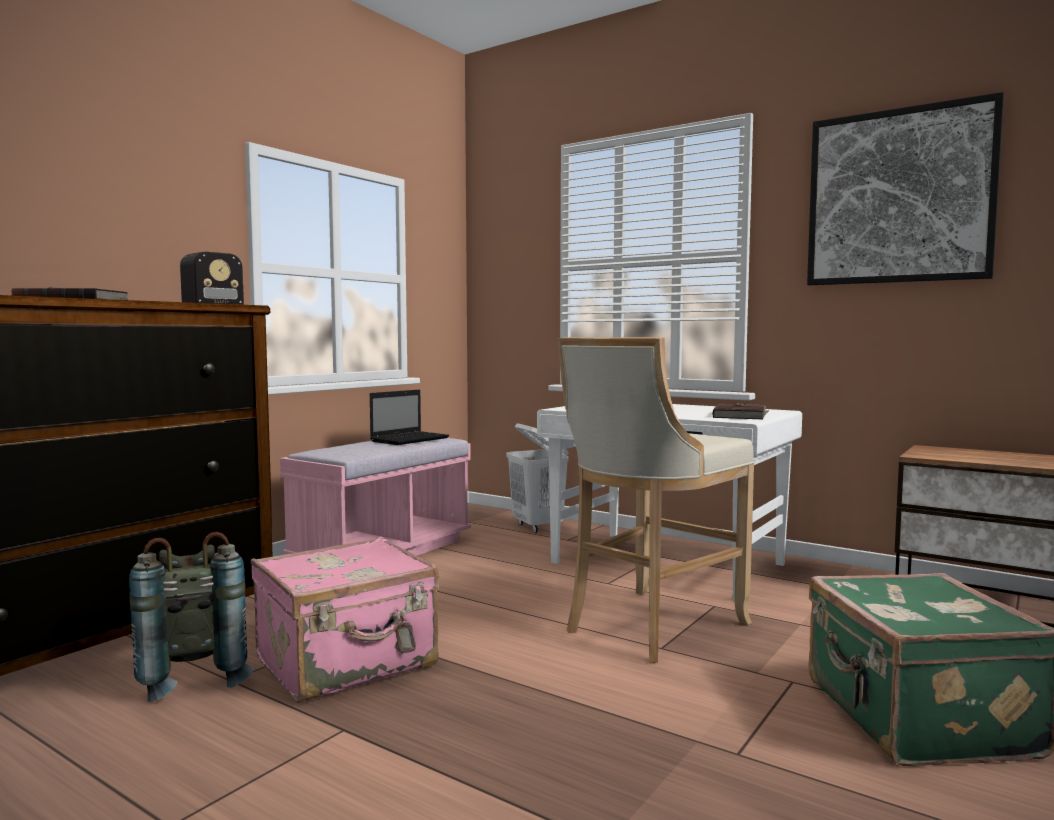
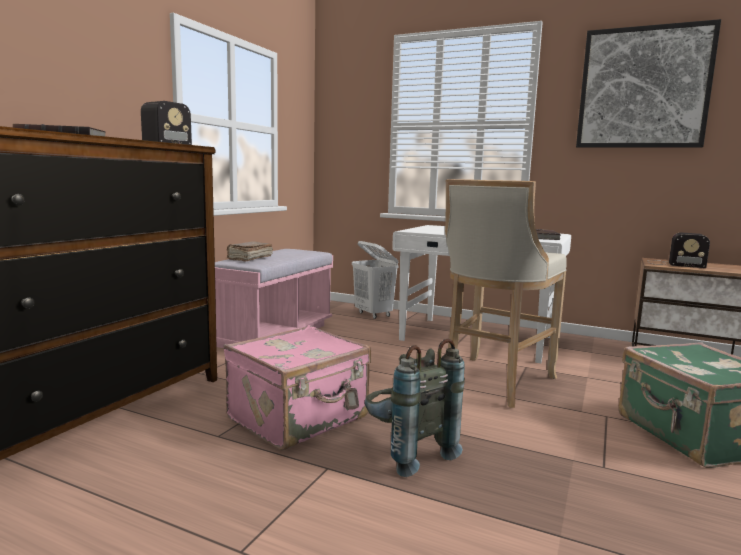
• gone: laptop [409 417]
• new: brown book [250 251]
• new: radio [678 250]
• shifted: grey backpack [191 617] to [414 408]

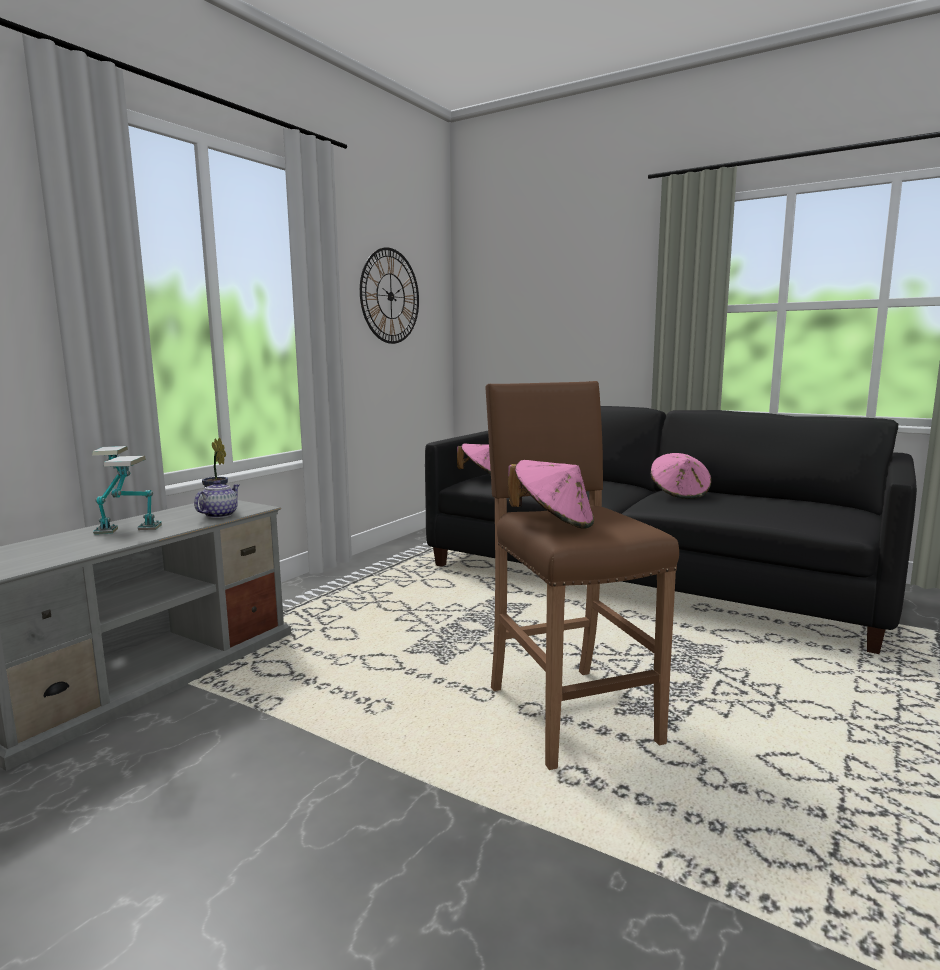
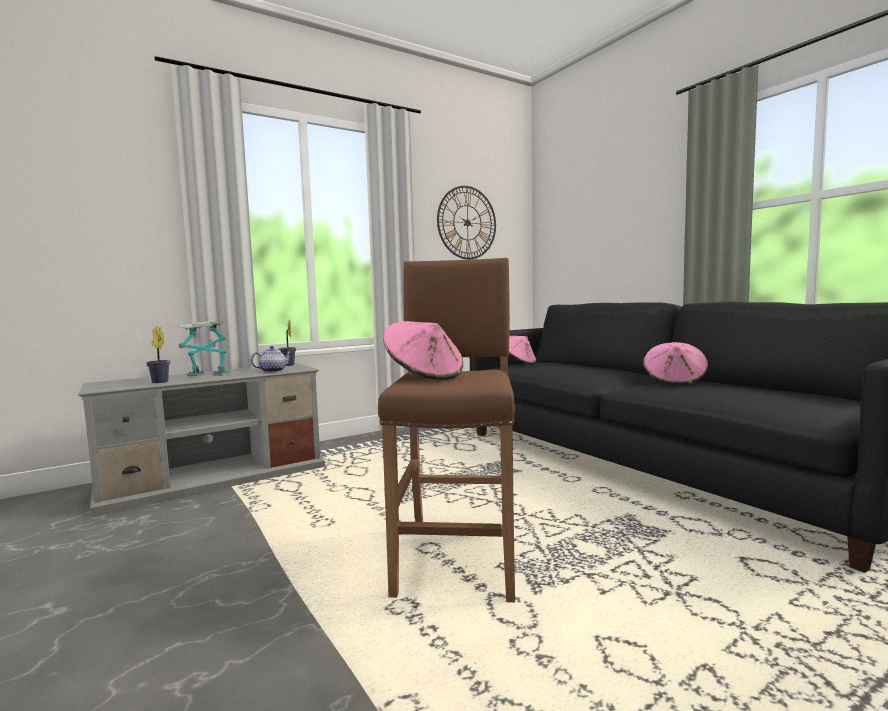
• new: potted plant [158 354]

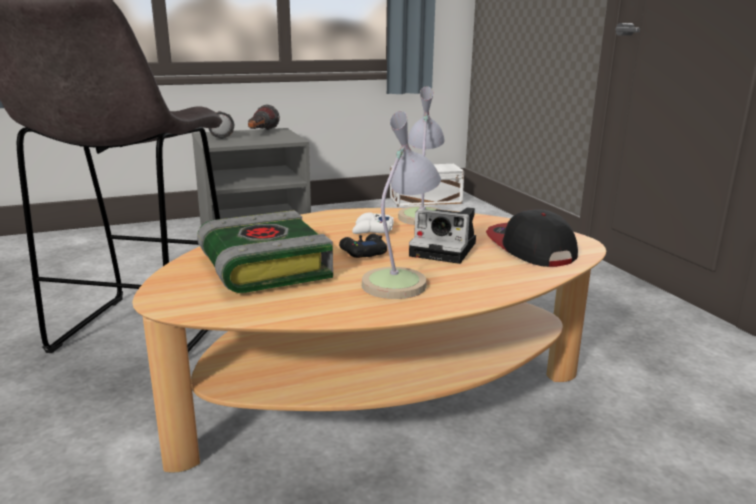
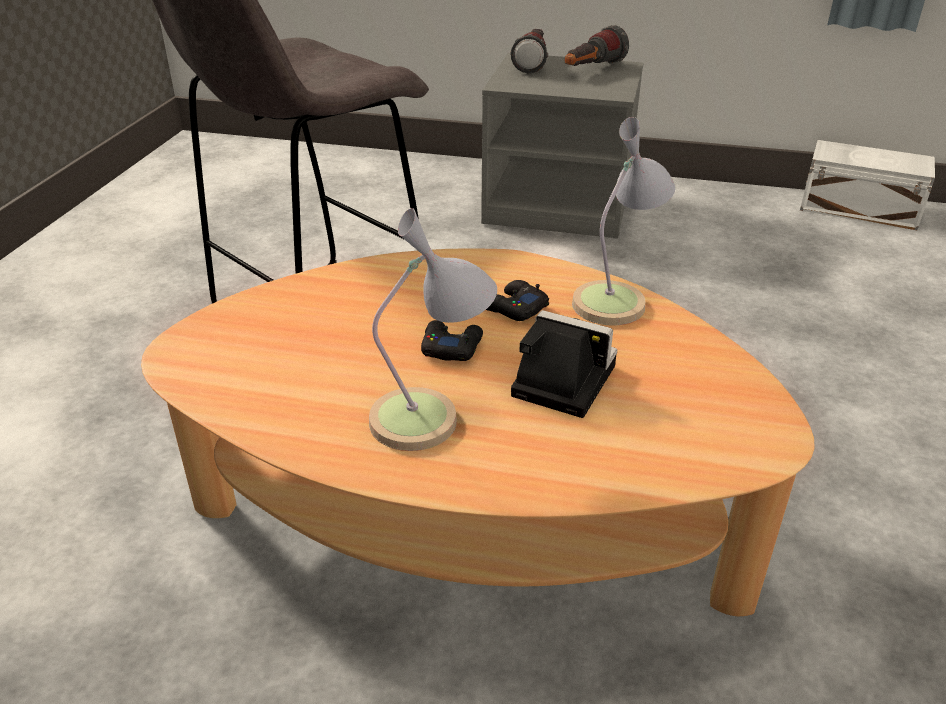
• gone: book [265 251]
• gone: cap [532 238]
• repainted: white game controller [373 223] to black game controller [517 300]
• rotated: photo camera [442 235] = [564 364] 150 degrees clockwise

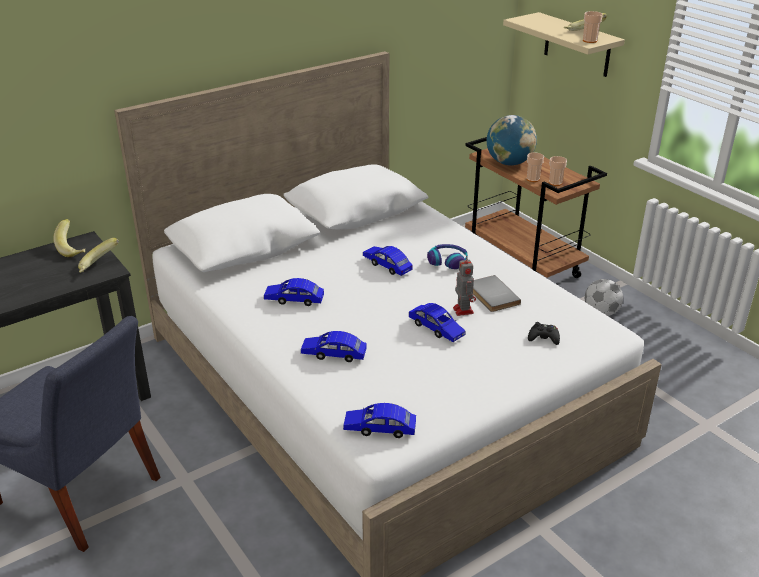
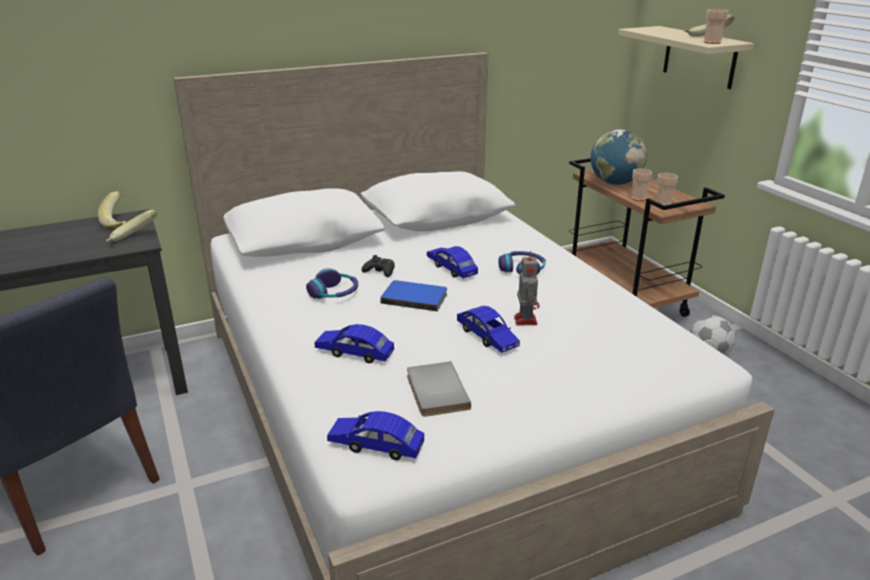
• new: blue book [413 295]
• shifted: grey book [497 293] to [439 389]
• shifted: black game controller [544 333] to [378 266]
• swapped: blue toy car [294 292] to headphones [332 283]

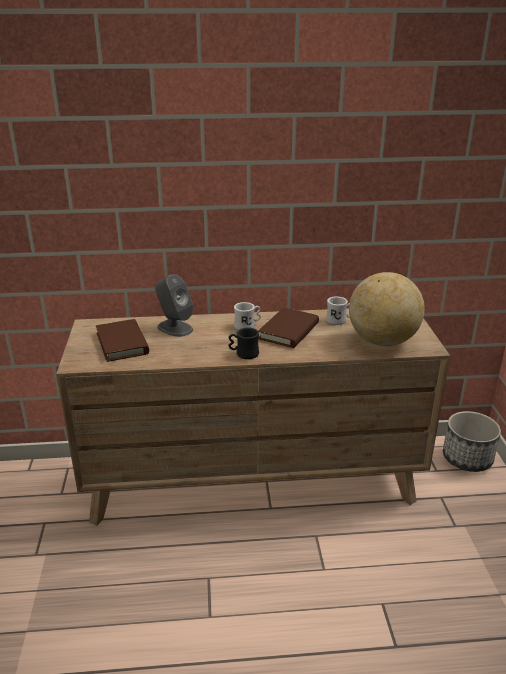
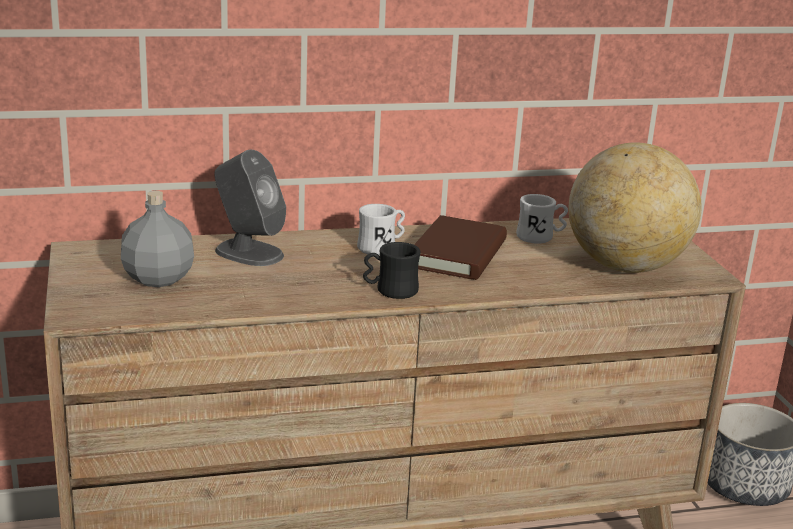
• swapped: brown book [122 340] to grey bottle [157 239]

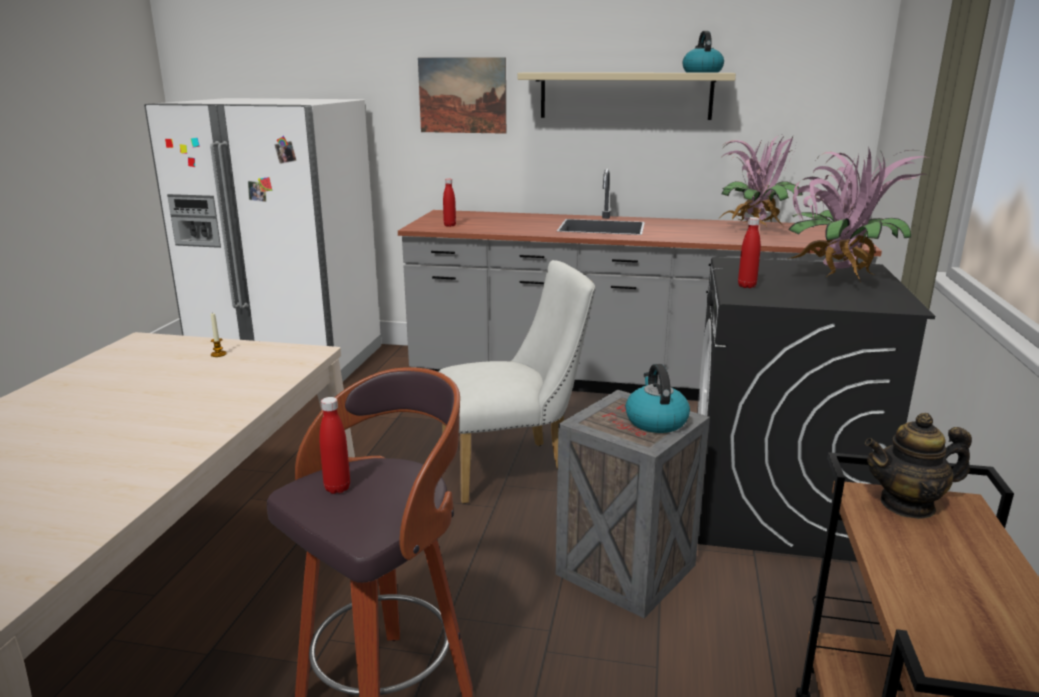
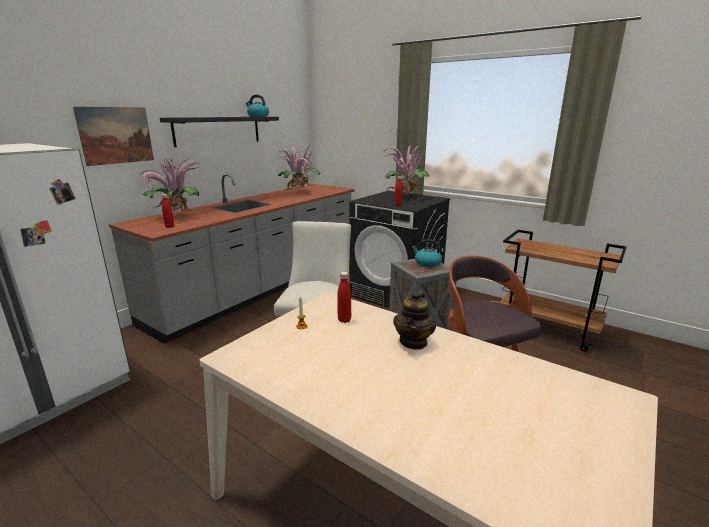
• new: potted plant [169 186]
• shifted: red bottle [334 445] to [344 297]
• shifted: teapot [918 466] to [414 320]
• repainted: beige shelf [626 96] to black shelf [219 132]

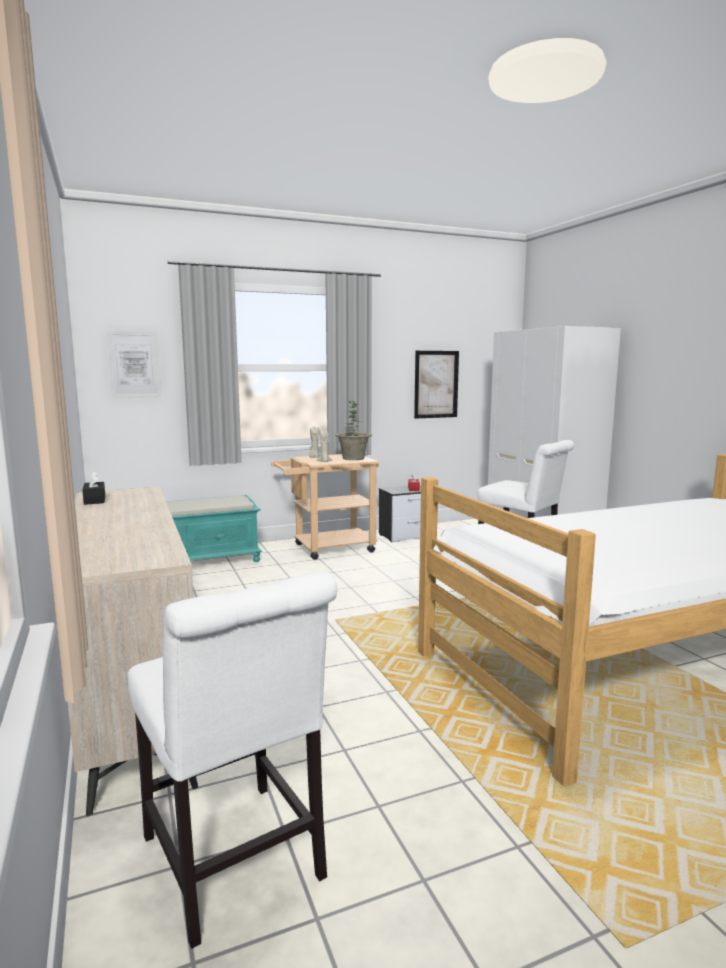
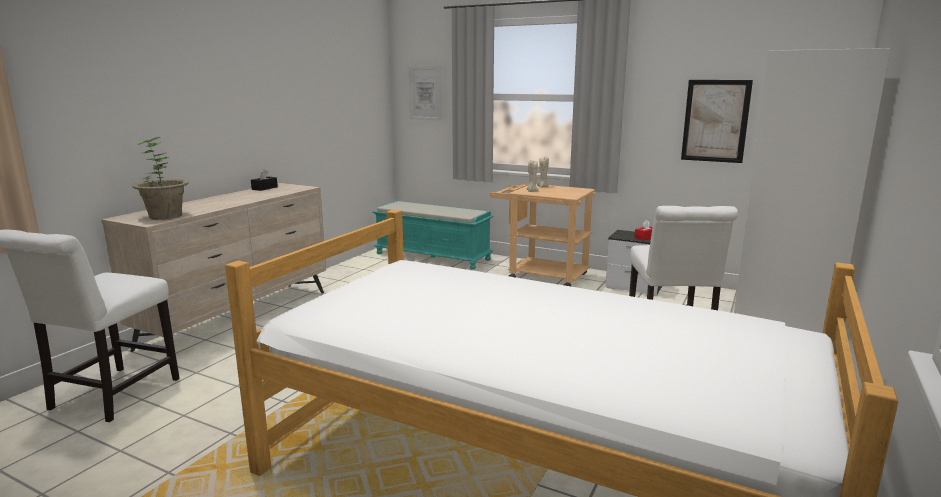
• shifted: potted plant [353 430] to [160 178]

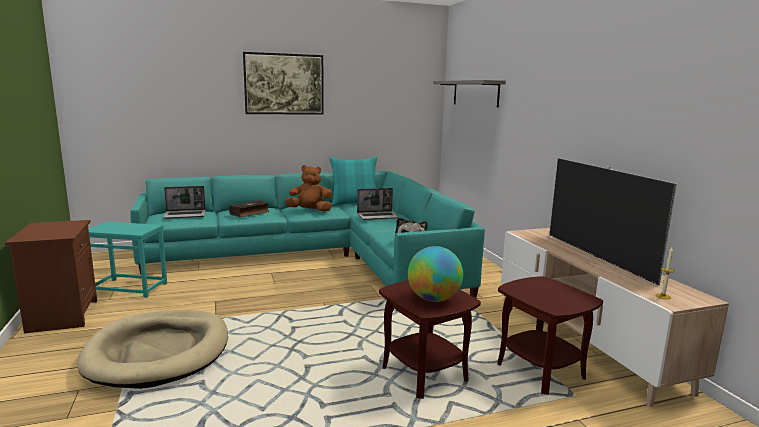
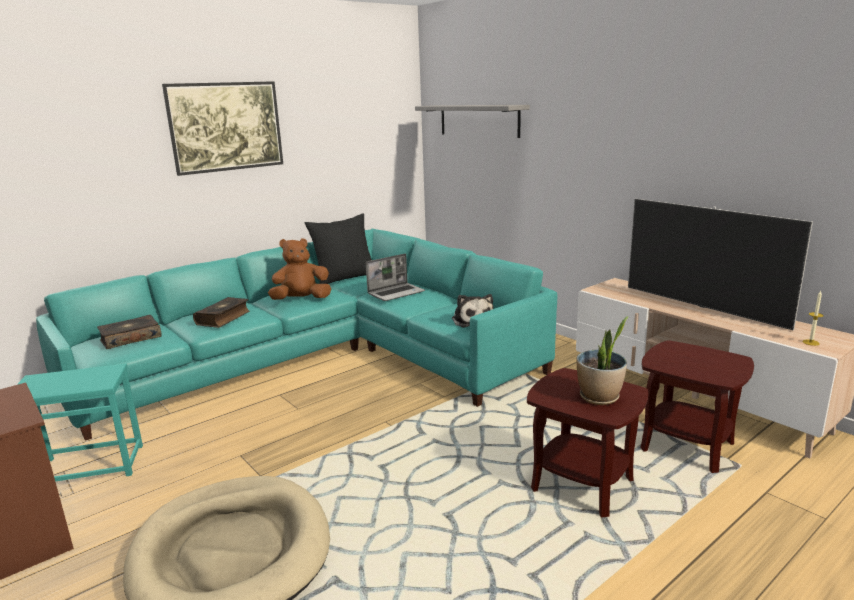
• swapped: laptop [184 202] to book [129 332]
• swapped: globe [435 274] to potted plant [602 360]
• repainted: turquoise pillow [353 181] to black pillow [338 248]

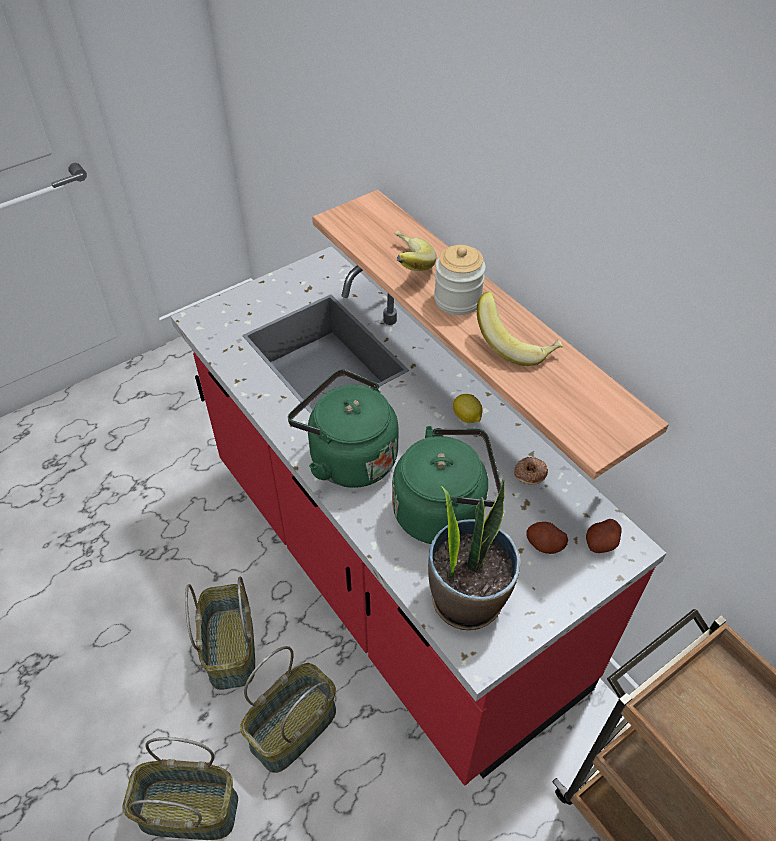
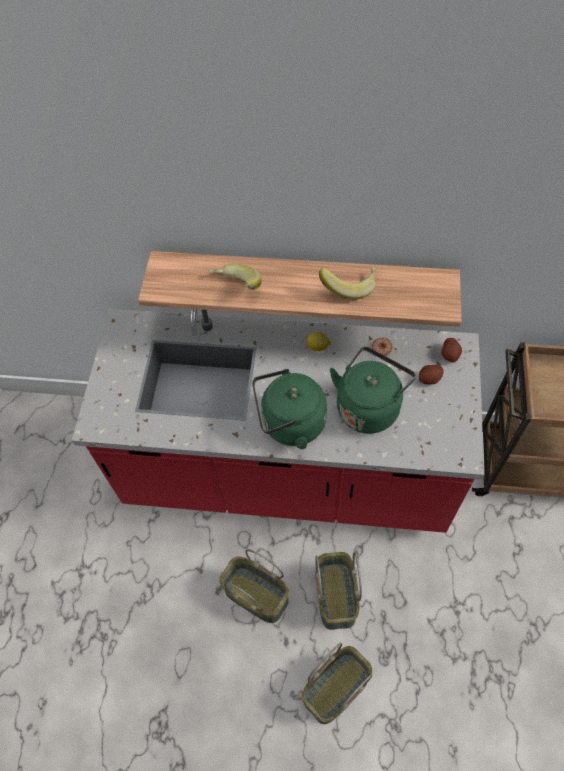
• gone: potted plant [474 554]
• gone: jar [460 280]

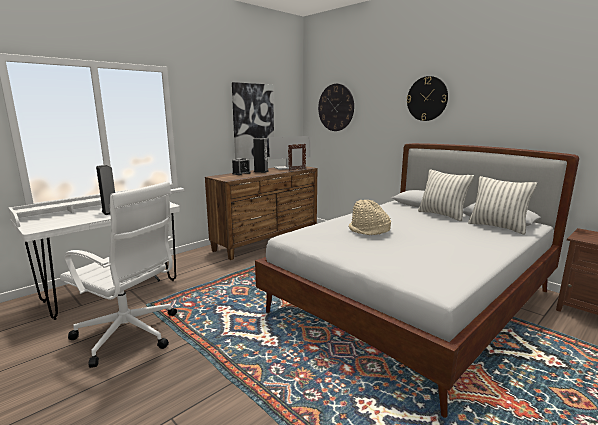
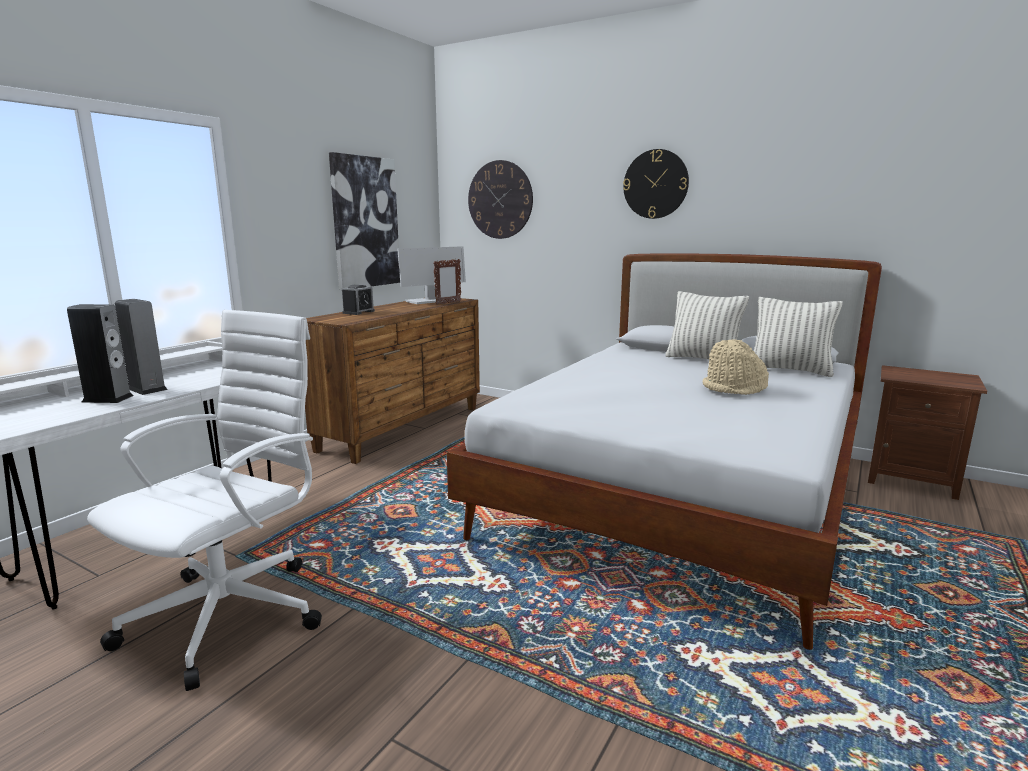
• shifted: speaker [261 155] to [100 353]
• shifted: beige hat [370 217] to [736 367]
• rotated: white office chair [118 274] = [204 500] 75 degrees counterclockwise

